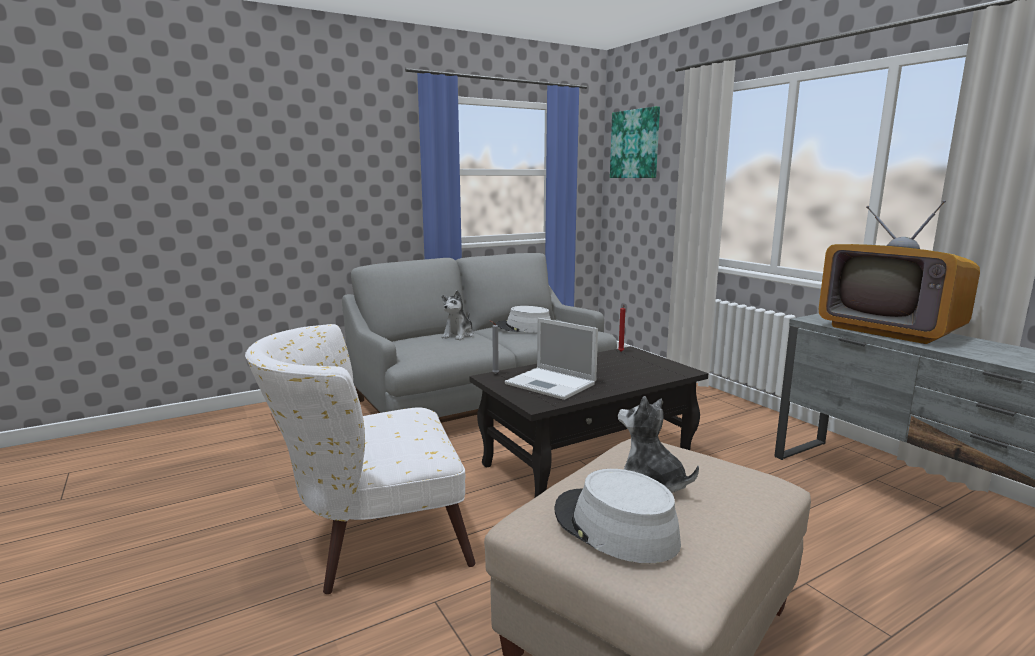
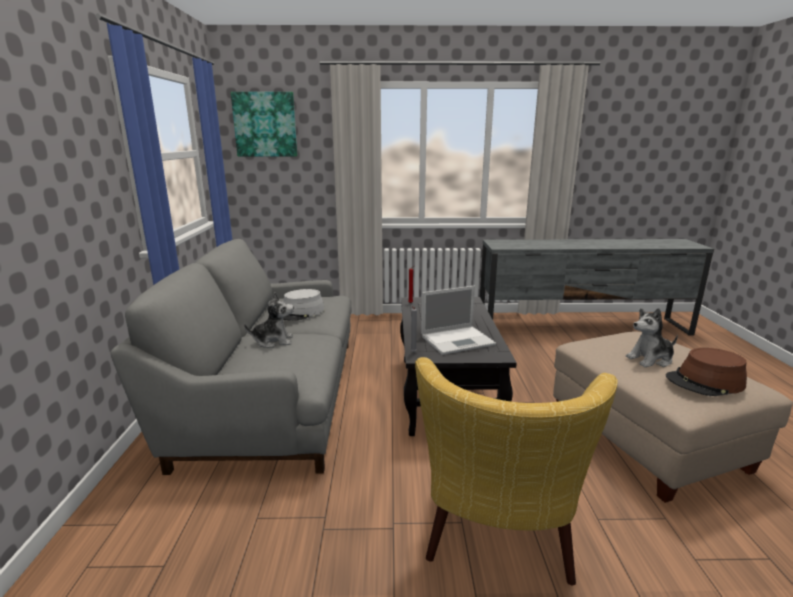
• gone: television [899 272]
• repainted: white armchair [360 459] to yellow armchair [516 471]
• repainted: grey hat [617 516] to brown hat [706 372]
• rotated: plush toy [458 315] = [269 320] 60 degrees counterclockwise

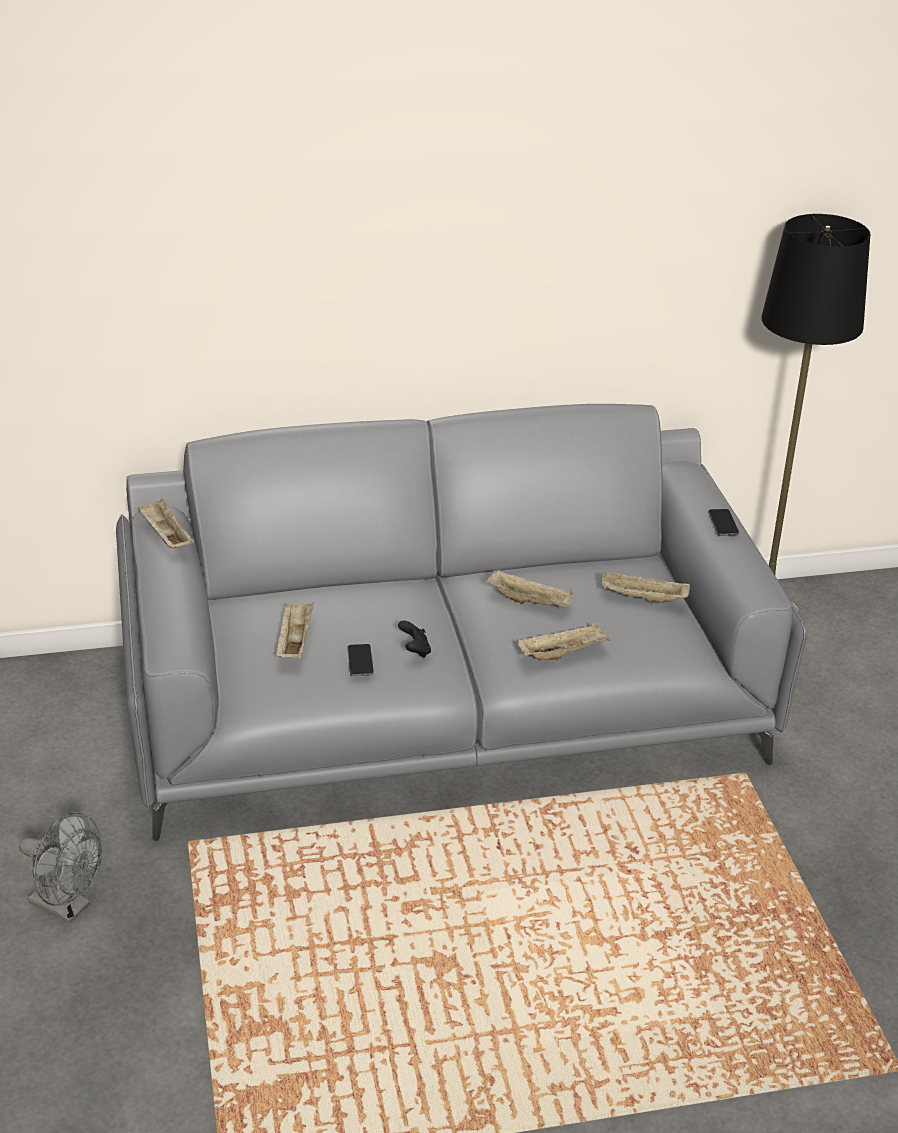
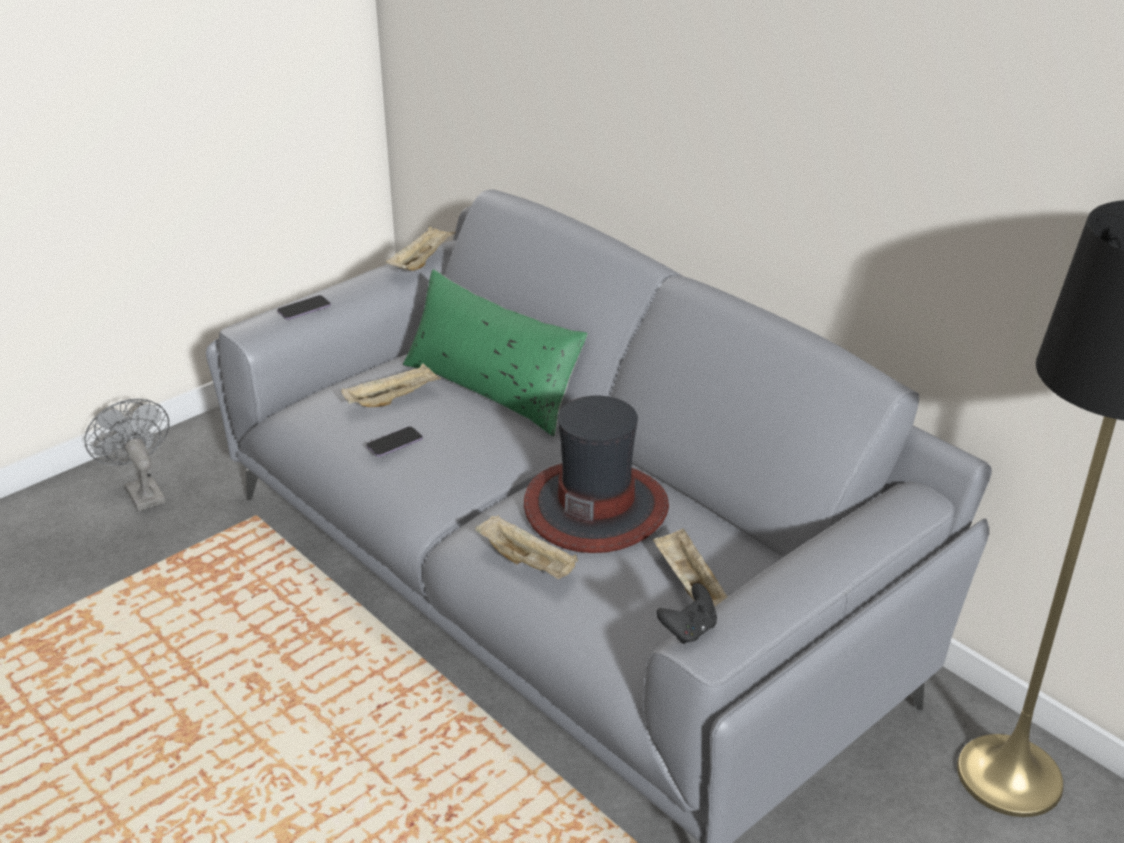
• new: green pillow [495 352]
• shifted: black game controller [414 639] to [686 613]
• shifted: phone [723 522] to [304 307]
• swapped: beige tray [529 589] to hat [596 474]
• rotated: grey fan [60 867] = [126 455] 150 degrees clockwise

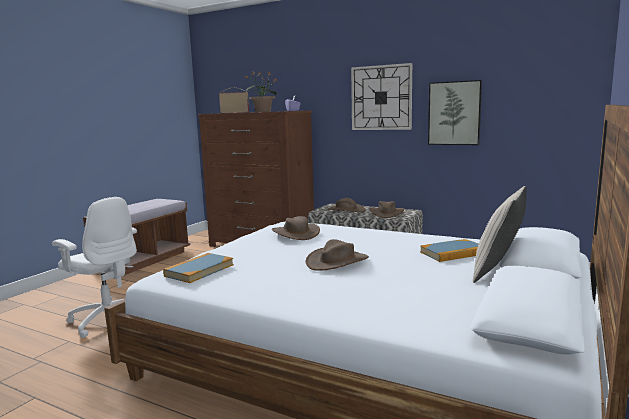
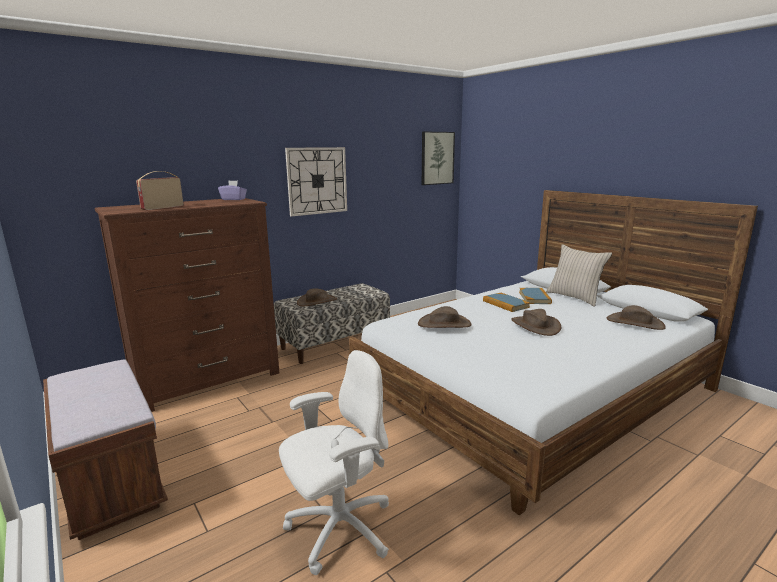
• gone: potted plant [261 91]
• shifted: book [198 268] to [506 302]
• shifted: brown hat [387 209] to [636 317]
• shifted: picture [455 112] to [438 158]

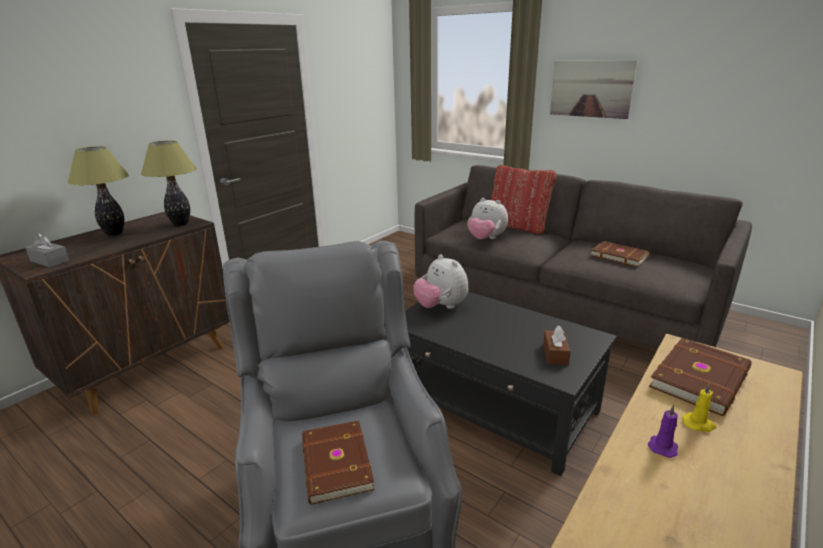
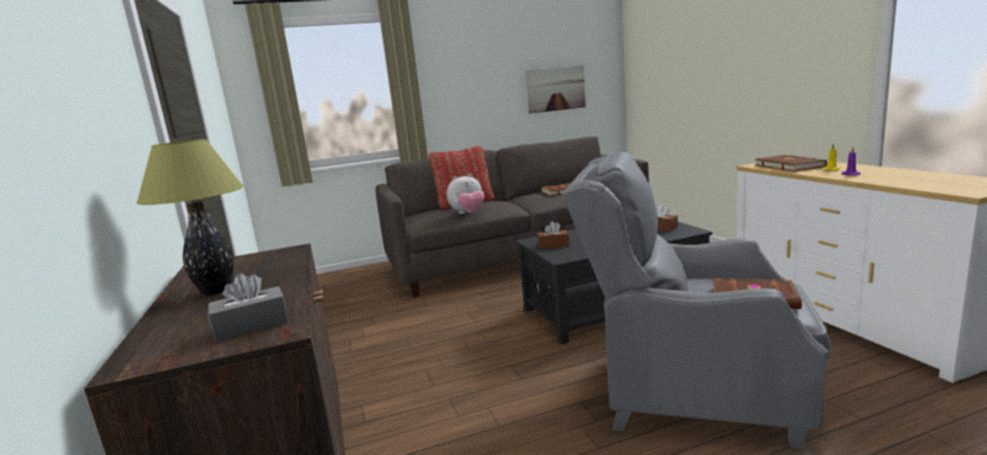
• gone: table lamp [168 183]
• shifted: picture [593 89] to [555 89]
• swapped: plush toy [440 281] to brown tissue box [553 235]

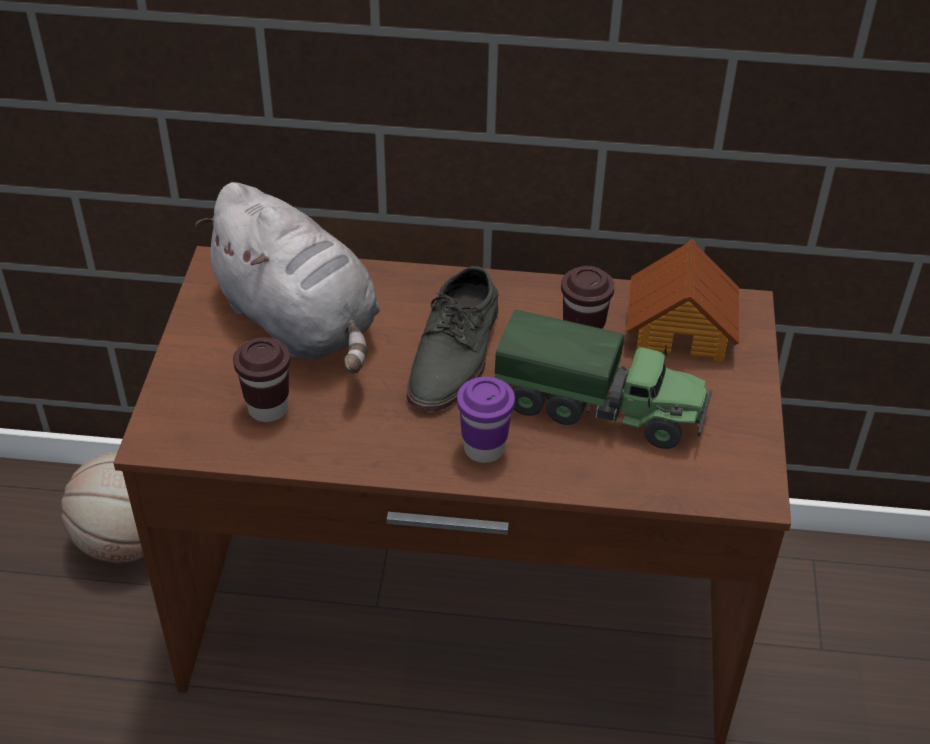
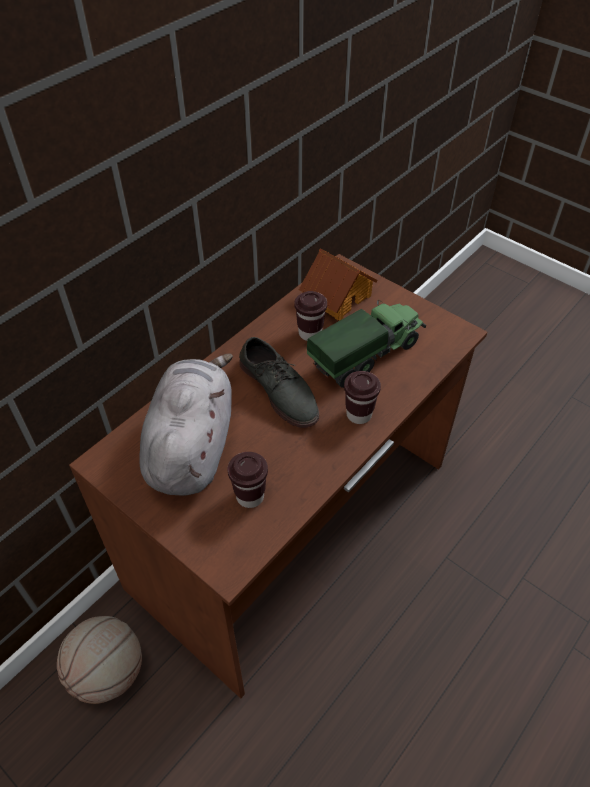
• repainted: purple cup [486 420] to brown cup [362 397]
• rotated: grey plush toy [287 277] = [186 424] 75 degrees counterclockwise

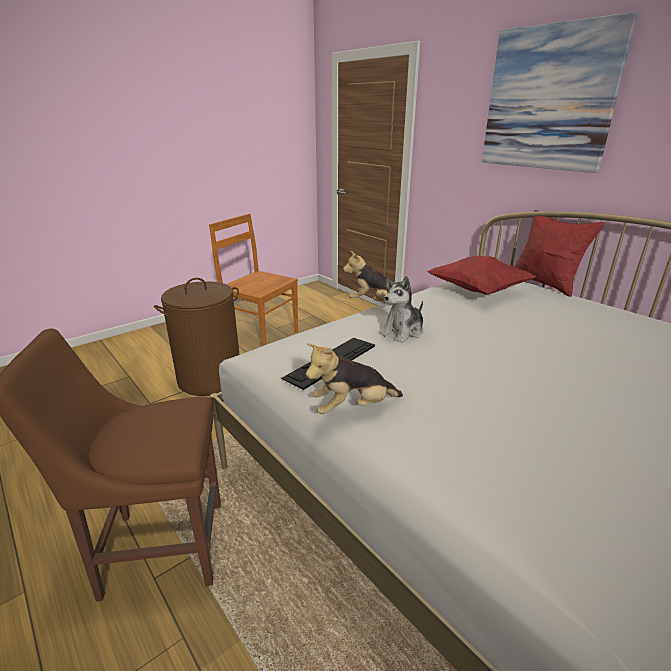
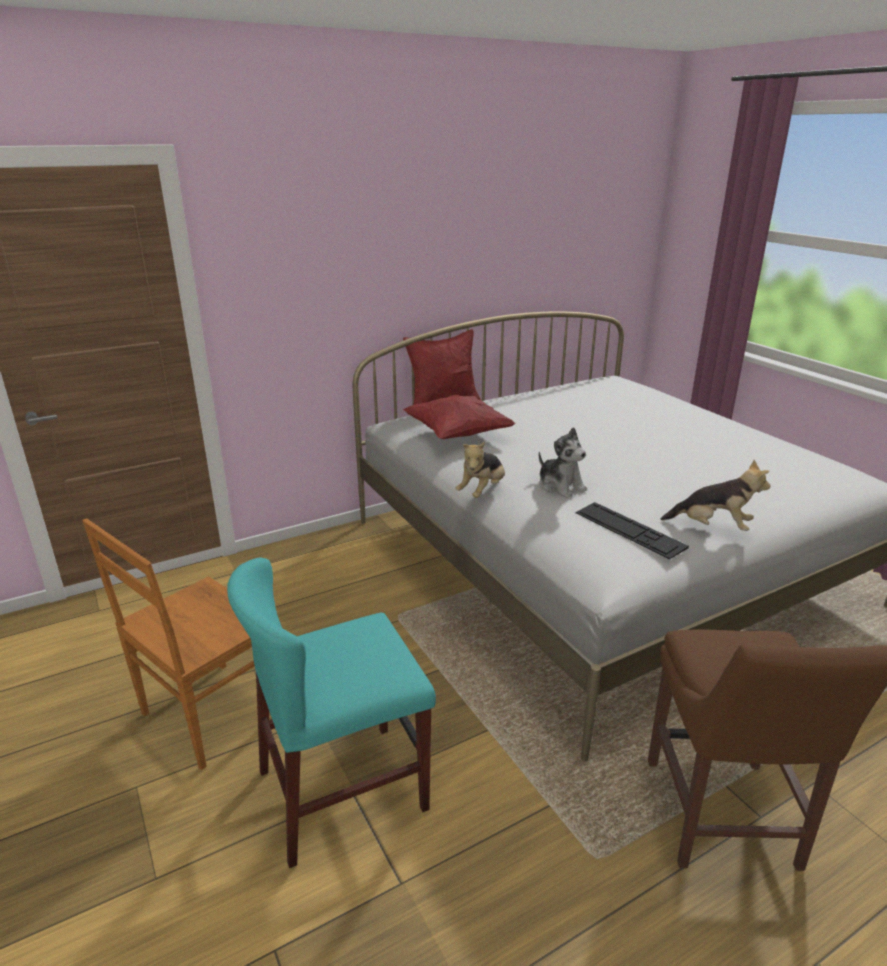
• gone: picture [560 92]
• swapped: brown laundry basket [197 337] to turquoise chair [331 712]
• rotated: plush toy [354 378] = [715 495] 60 degrees counterclockwise

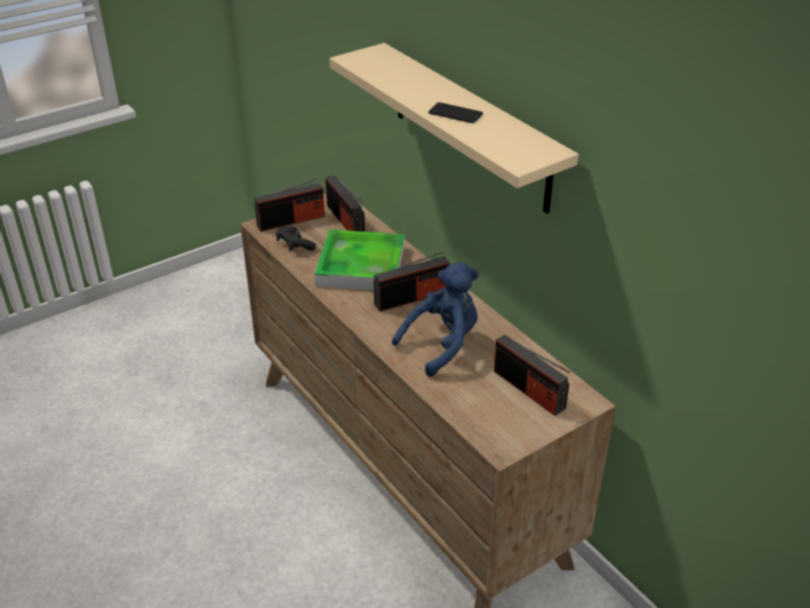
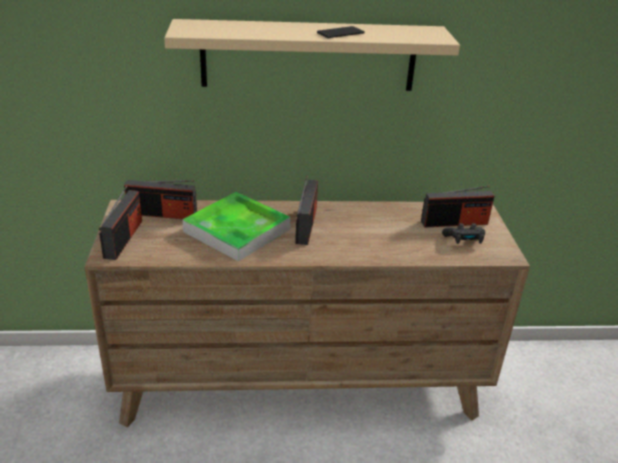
• gone: blue plush toy [435 319]
• shifted: black game controller [296 238] to [463 233]

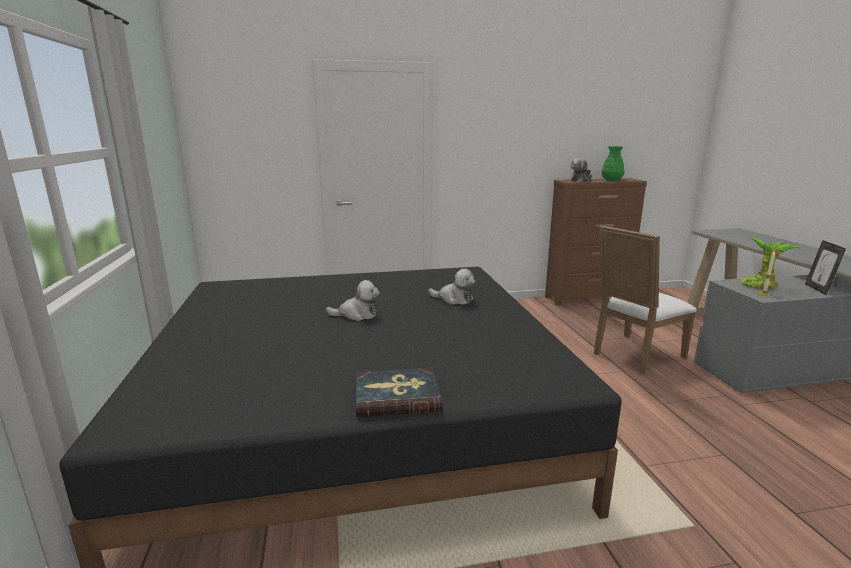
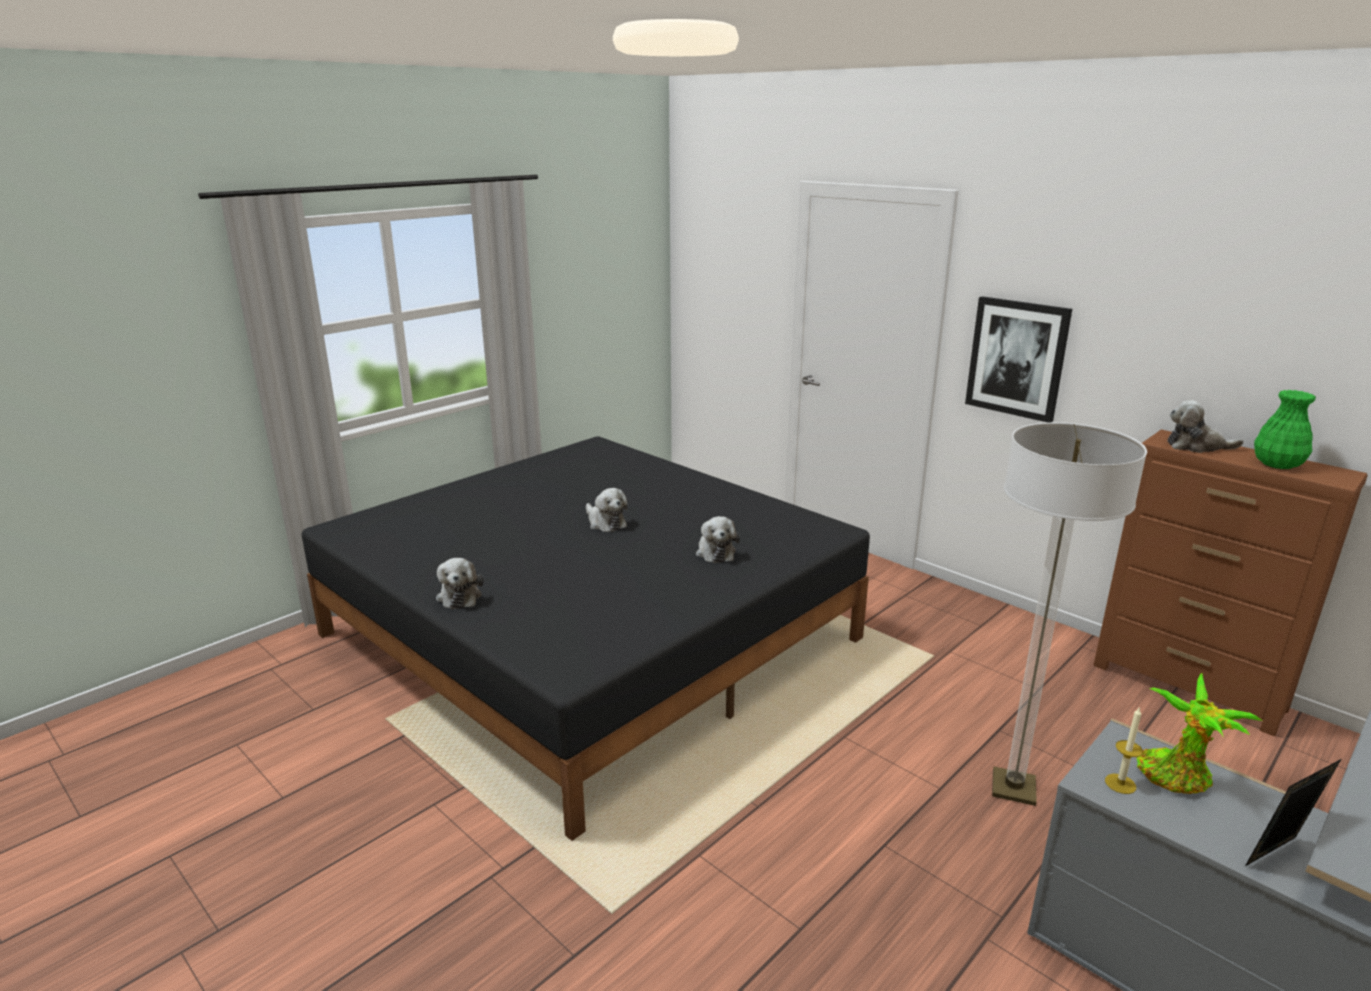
• new: picture [1018 359]
• swapped: book [399 392] to plush toy [460 583]
• swapped: white chair [645 300] to floor lamp [1069 614]

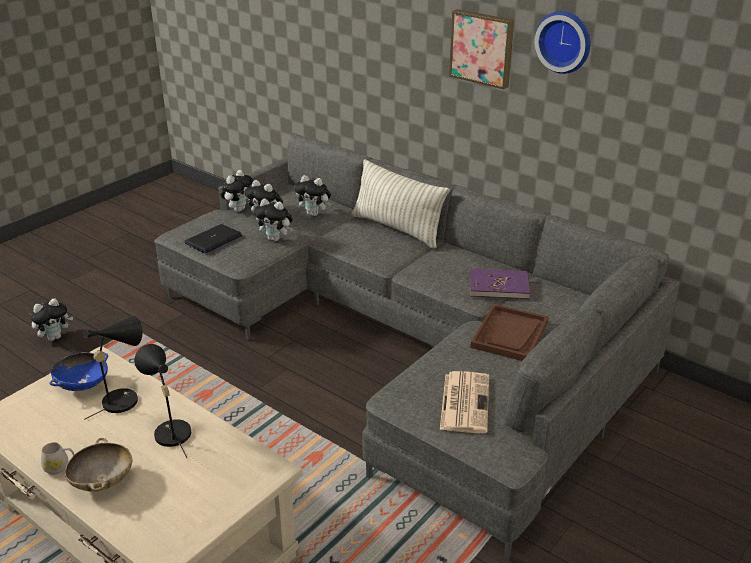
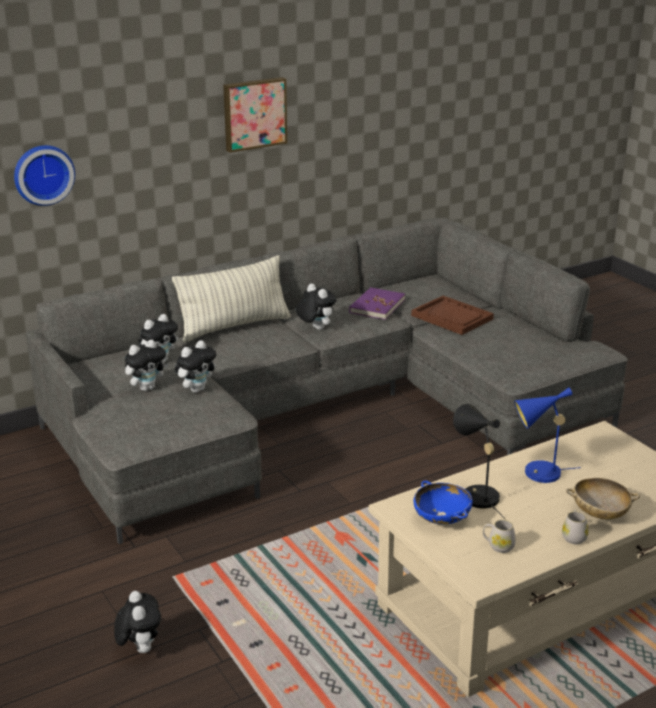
• gone: laptop [213 238]
• gone: newspaper [464 402]
• new: white mug [499 536]
• shifted: plush toy [237 191] to [316 307]
• shifted: wall clock [562 42] to [44 175]
• repainted: black table lamp [162 401] to blue table lamp [547 435]

